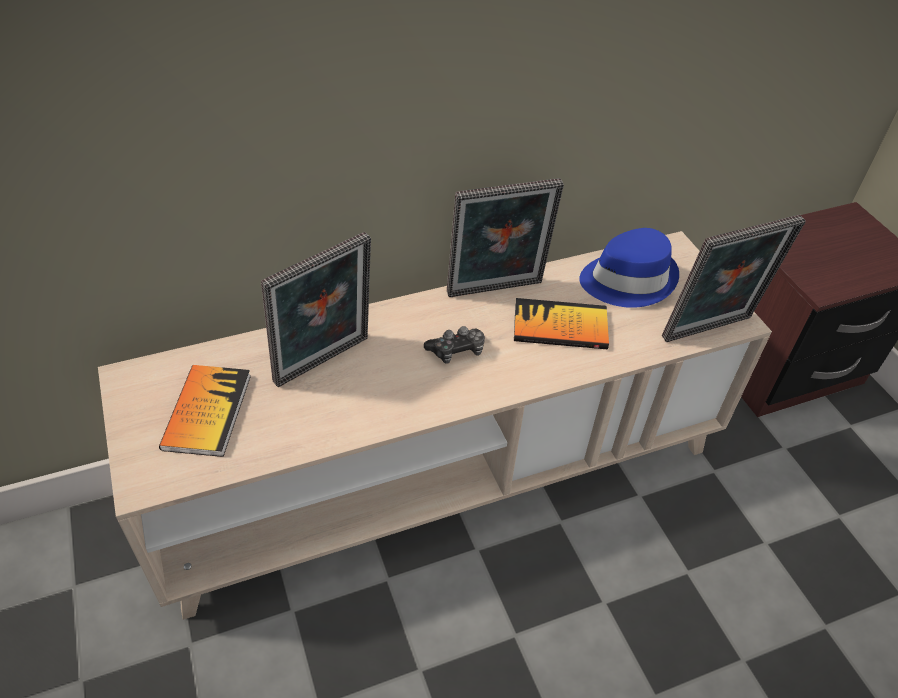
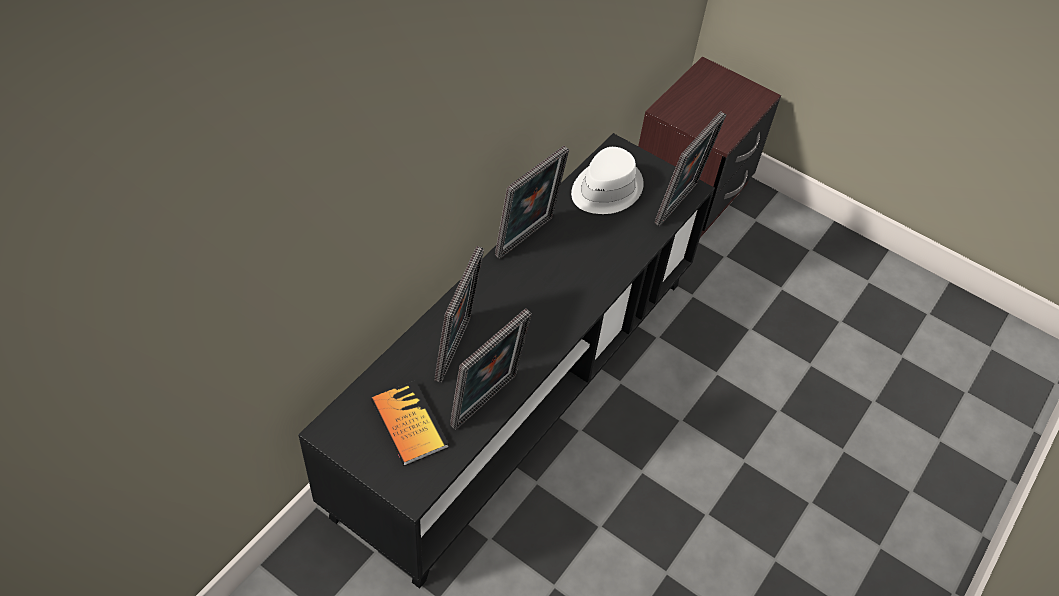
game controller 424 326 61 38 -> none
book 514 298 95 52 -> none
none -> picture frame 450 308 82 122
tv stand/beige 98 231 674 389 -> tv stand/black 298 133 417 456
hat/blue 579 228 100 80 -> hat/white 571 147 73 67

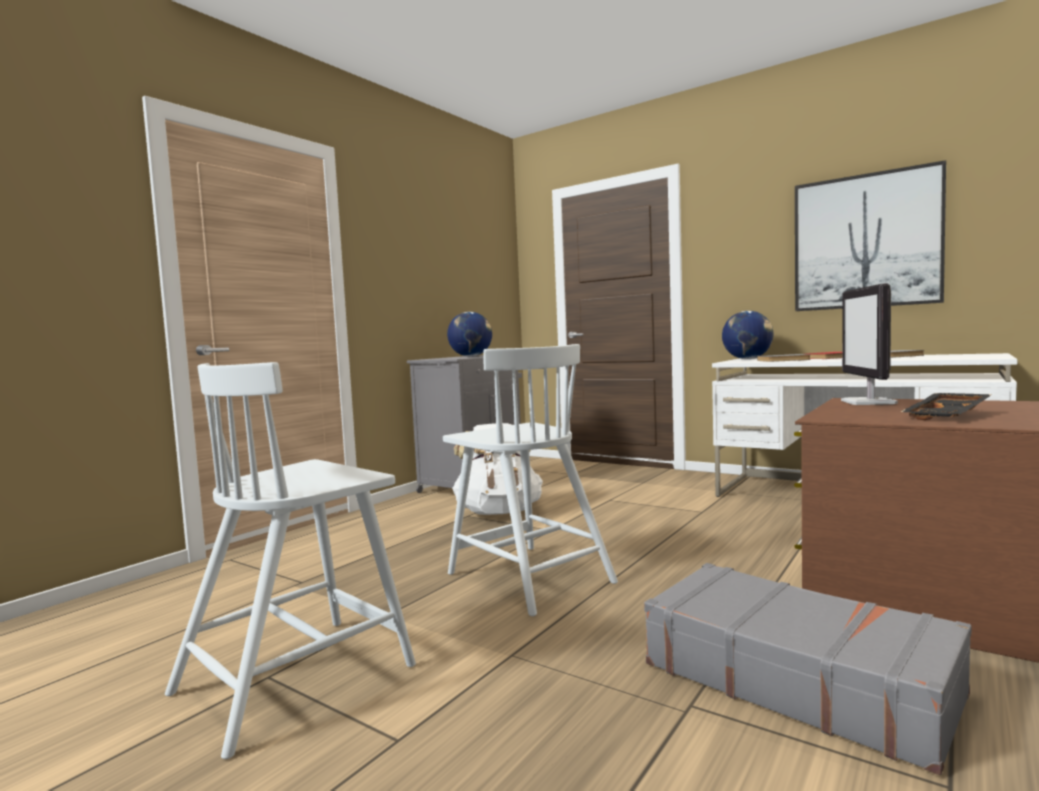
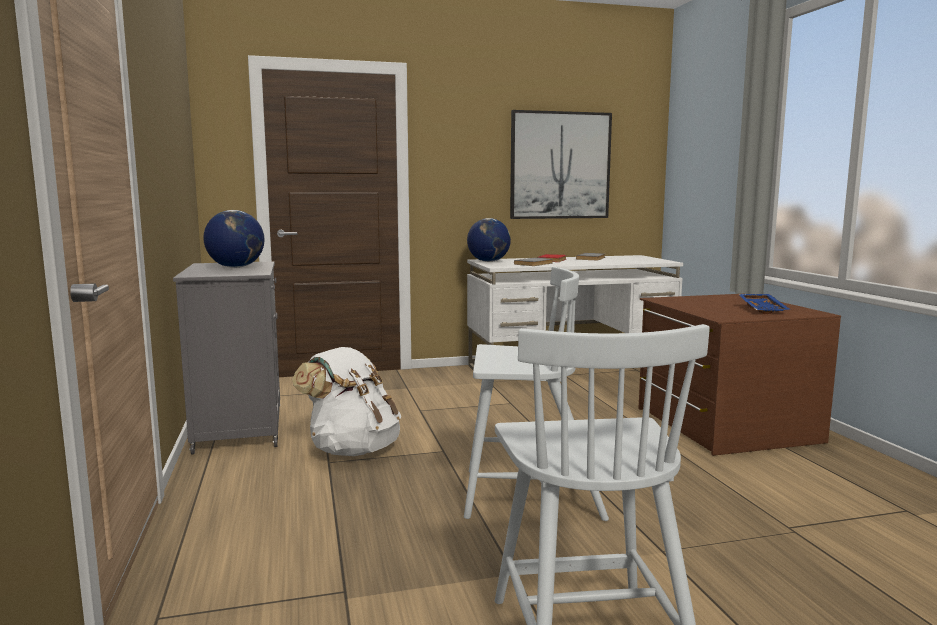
suitcase/grey 644 563 328 212 -> none
monitor 841 283 57 122 -> none
tray/black 901 393 91 27 -> tray/blue 738 294 52 20

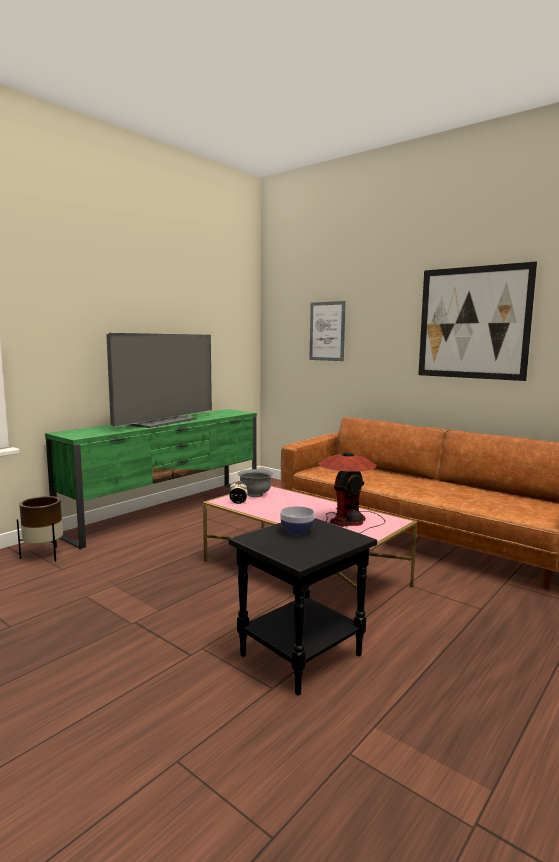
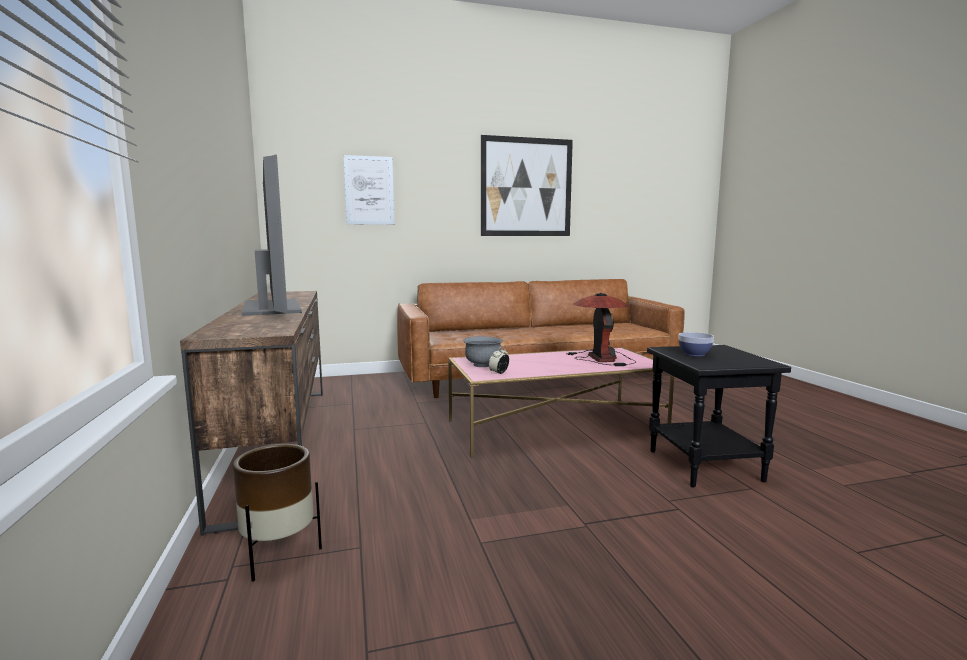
tv stand/green 45 409 212 140 -> tv stand/brown 180 291 143 245

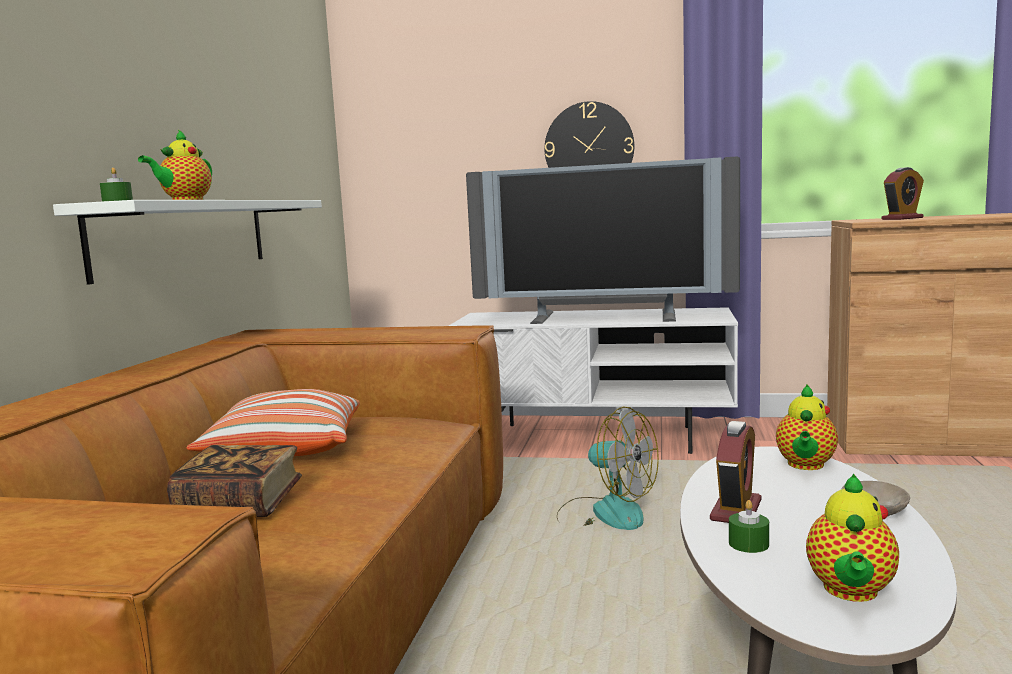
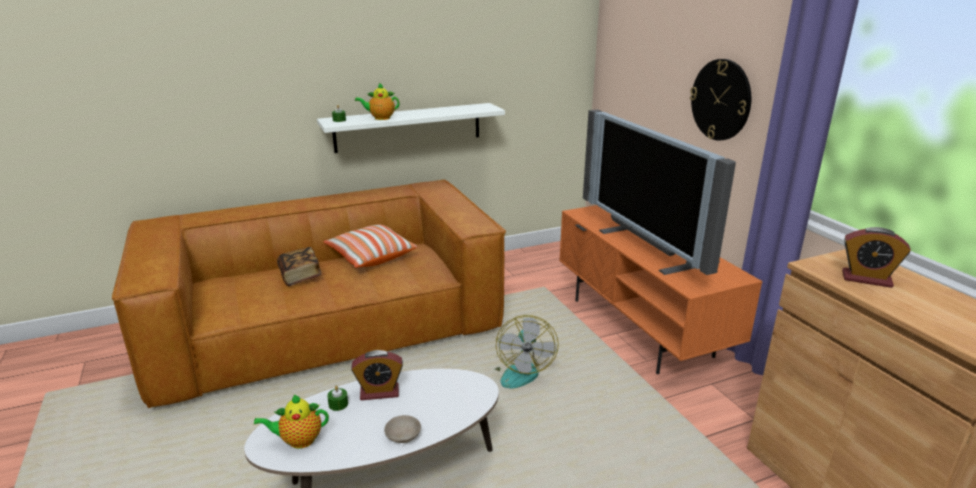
teapot 776 385 62 85 -> none
tv stand/white 449 307 289 147 -> tv stand/orange 559 205 204 169

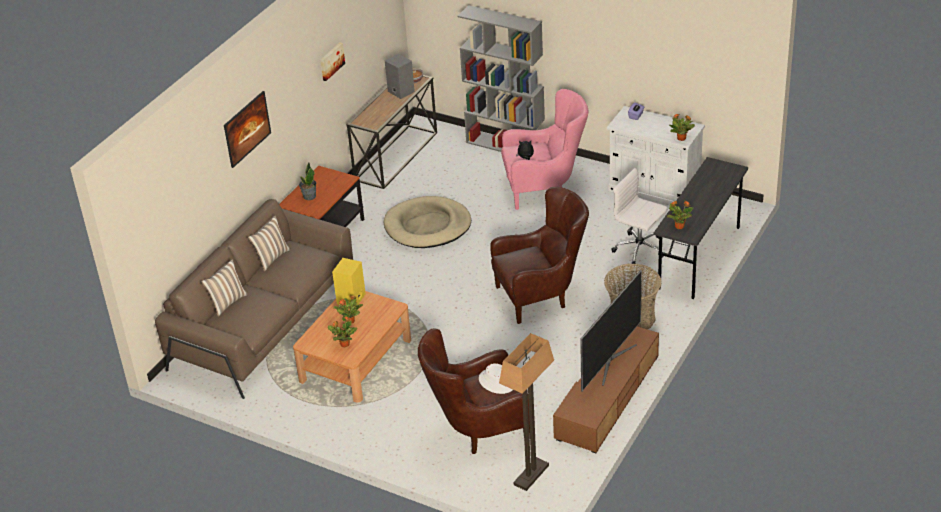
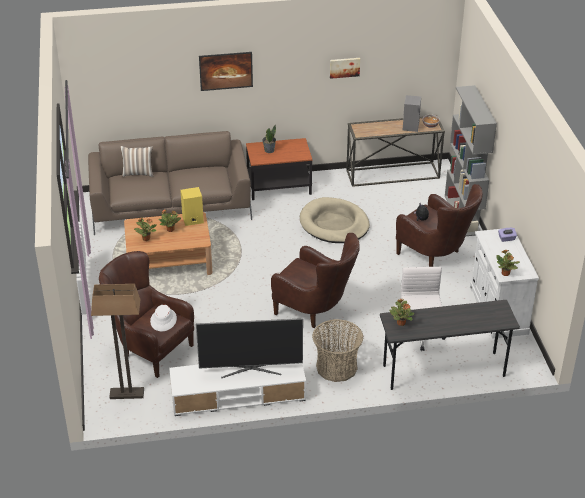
pillow 248 216 42 55 -> none
armchair/pink 501 89 88 121 -> armchair/brown 396 184 87 83
tv stand/brown 553 326 106 127 -> tv stand/white 169 363 137 53

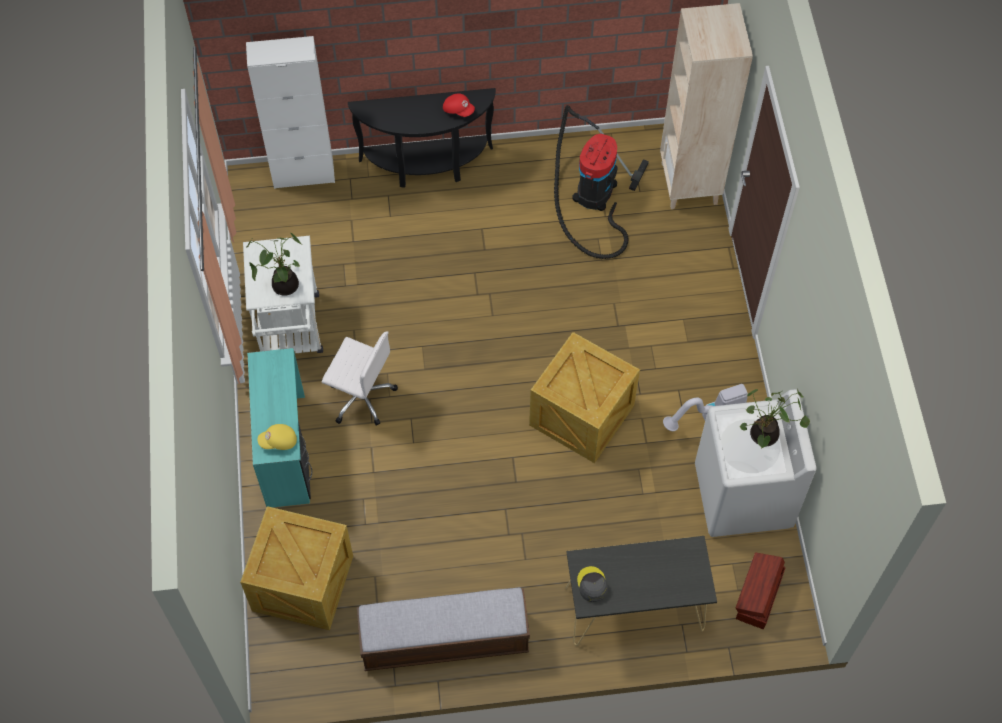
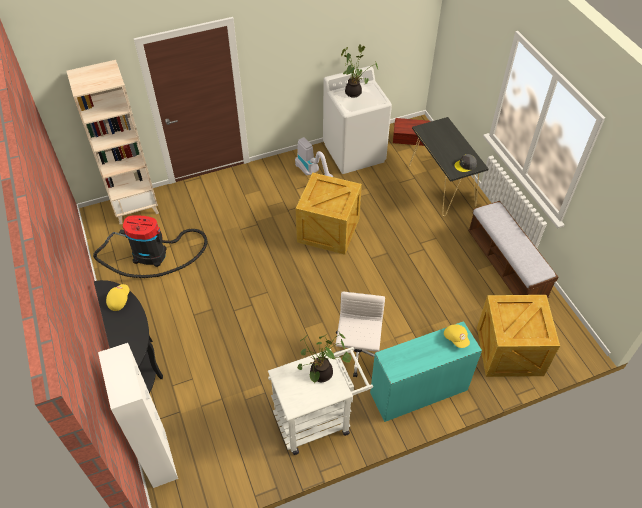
cap/red 443 93 32 24 -> cap/yellow 106 284 23 27

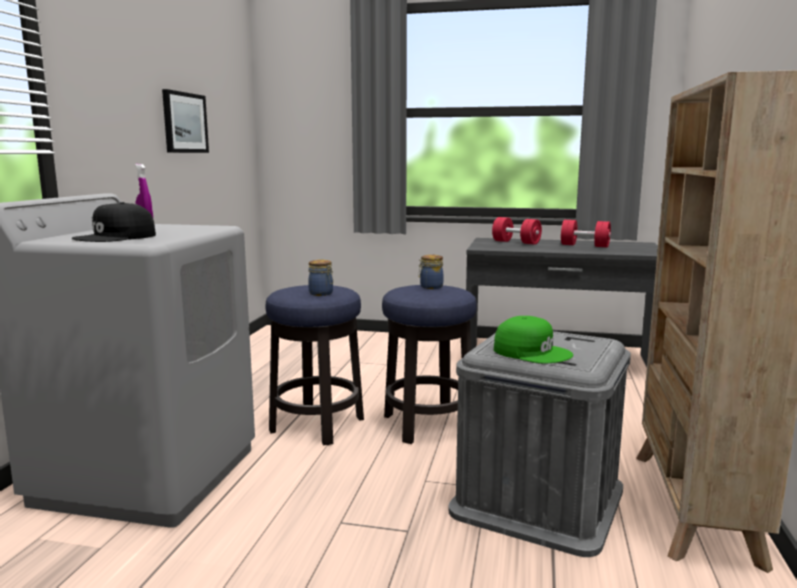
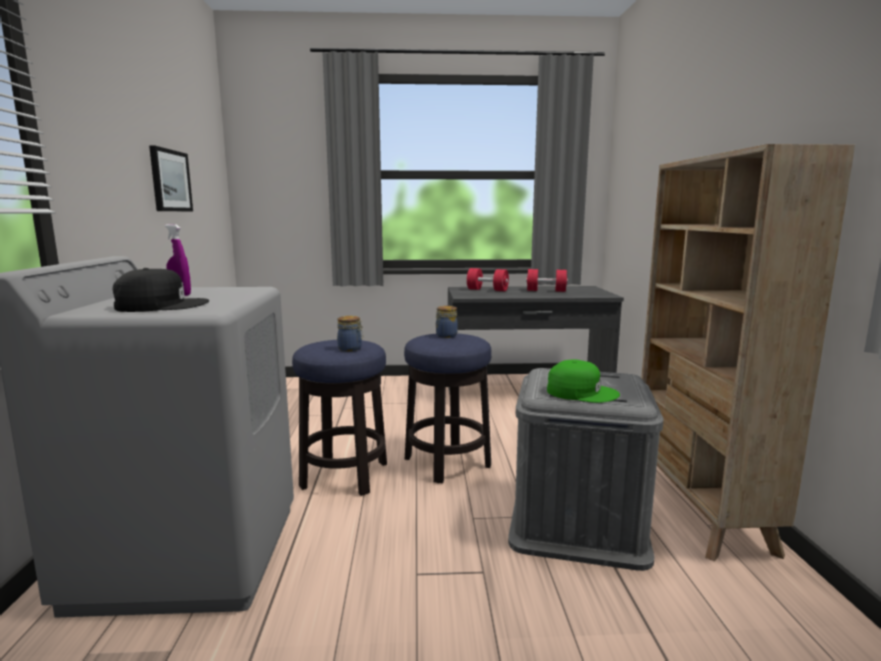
cap/black 71 202 85 40 -> cap/black 112 268 97 44, 150 degrees counterclockwise

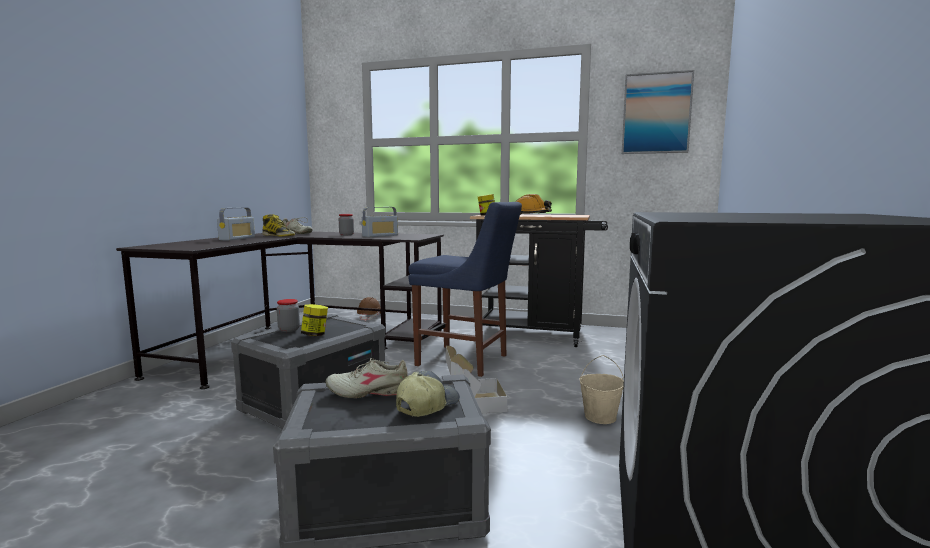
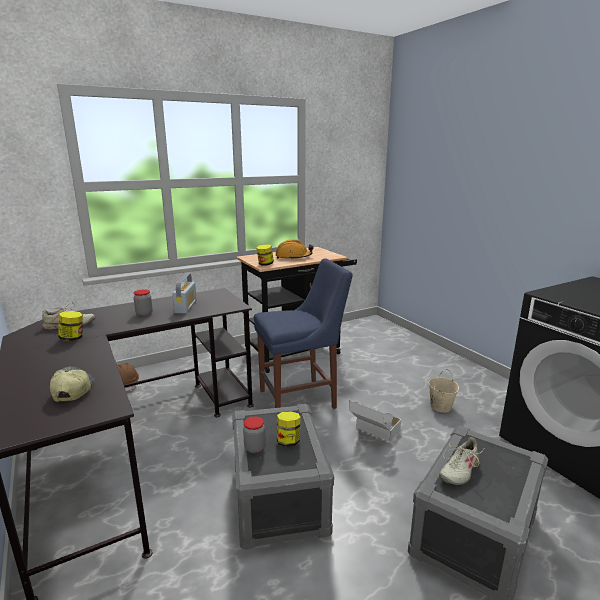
radio 217 207 38 34 -> none
picture 621 70 73 84 -> none
cap 396 371 64 46 -> cap 50 366 45 36, move
boot 262 214 33 23 -> jar 58 311 25 30

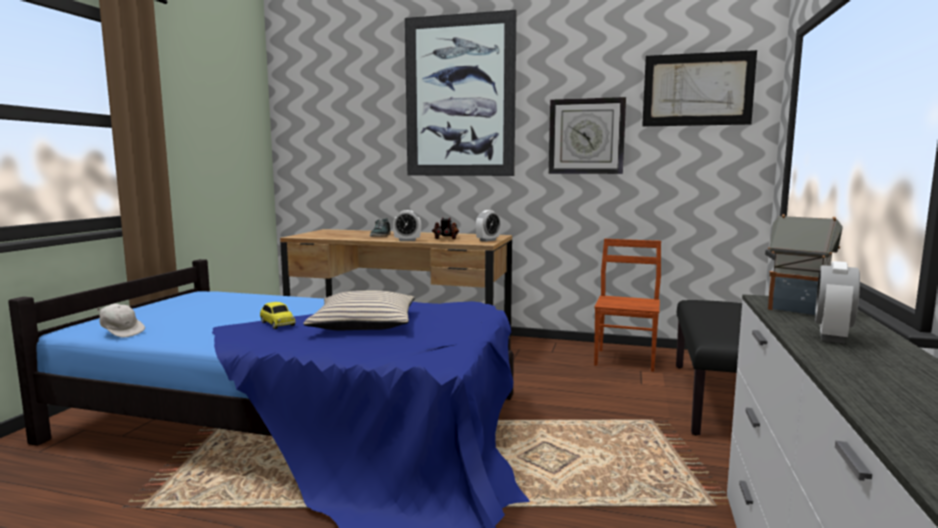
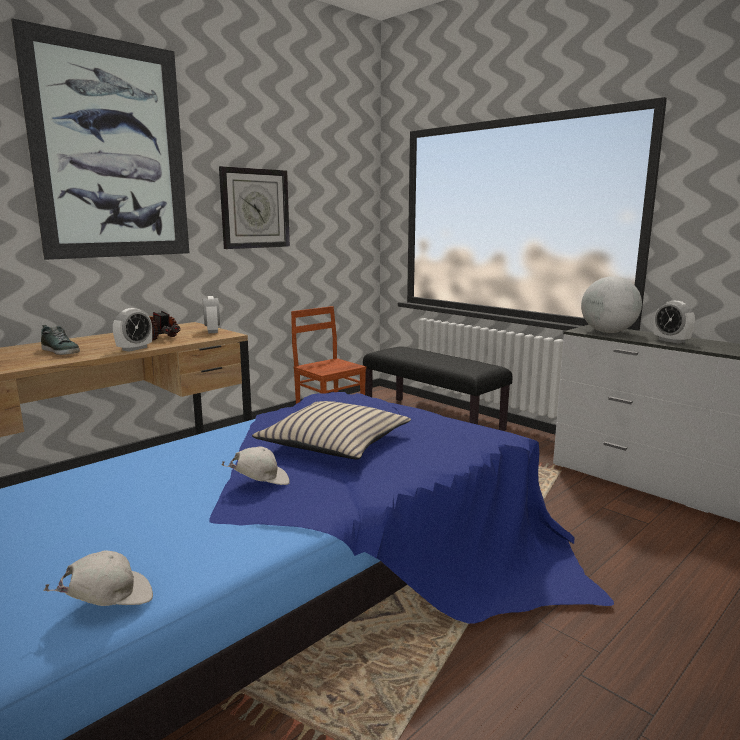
picture 642 50 115 77 -> none
toy car 260 302 36 27 -> cap/white 222 446 68 39
toy house 768 214 75 101 -> globe 581 276 61 57

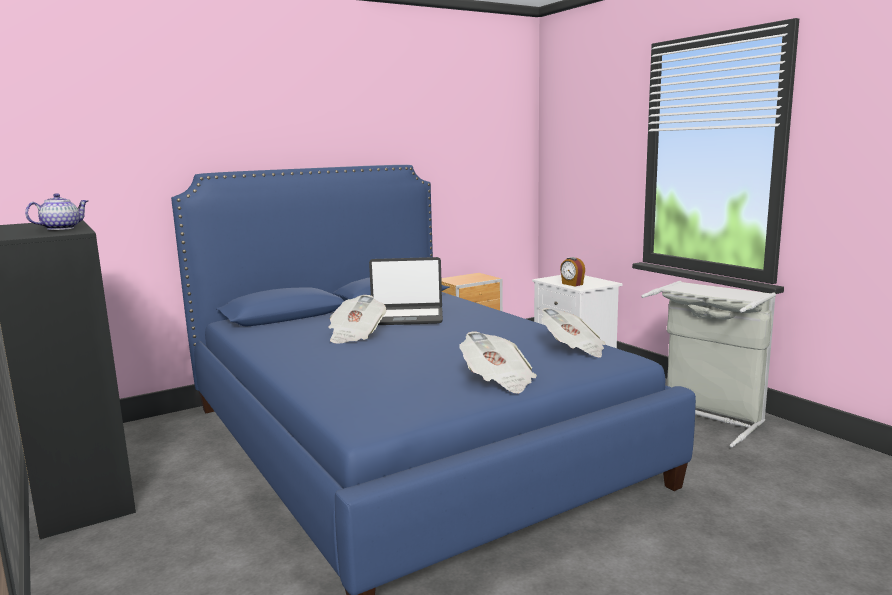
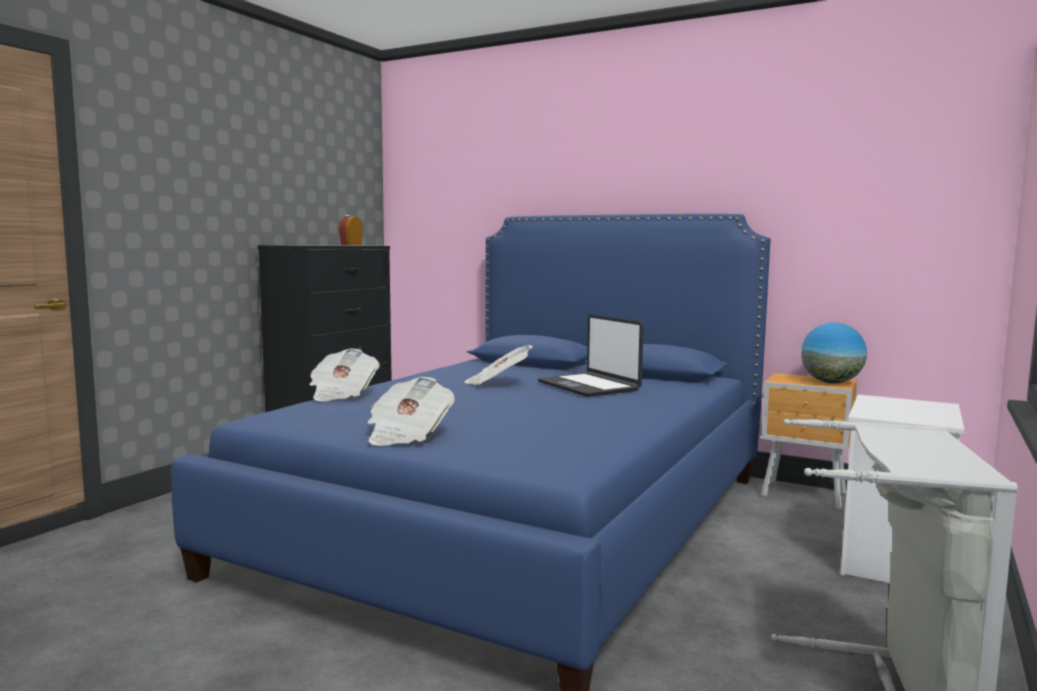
teapot 25 193 63 37 -> none
none -> globe 801 323 66 60
newspaper 541 308 65 50 -> newspaper 309 349 70 52, move
alarm clock 560 257 25 30 -> alarm clock 338 215 25 30, move

